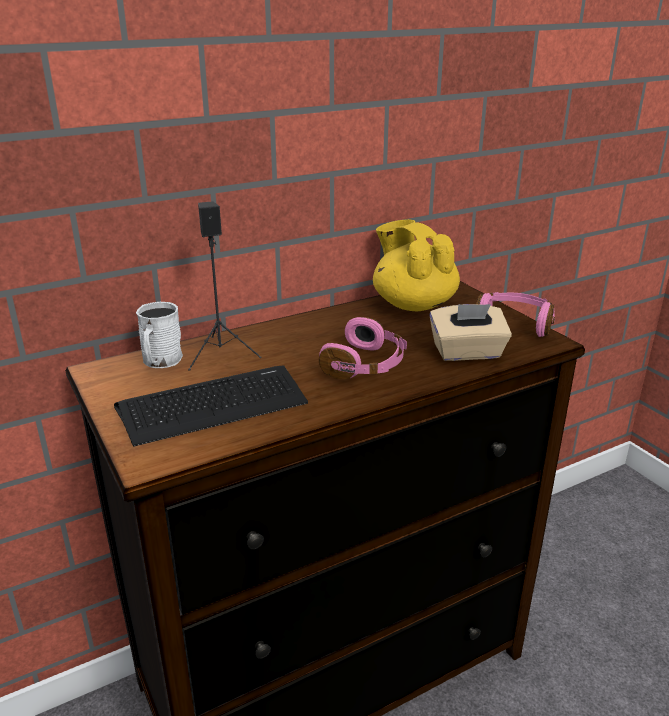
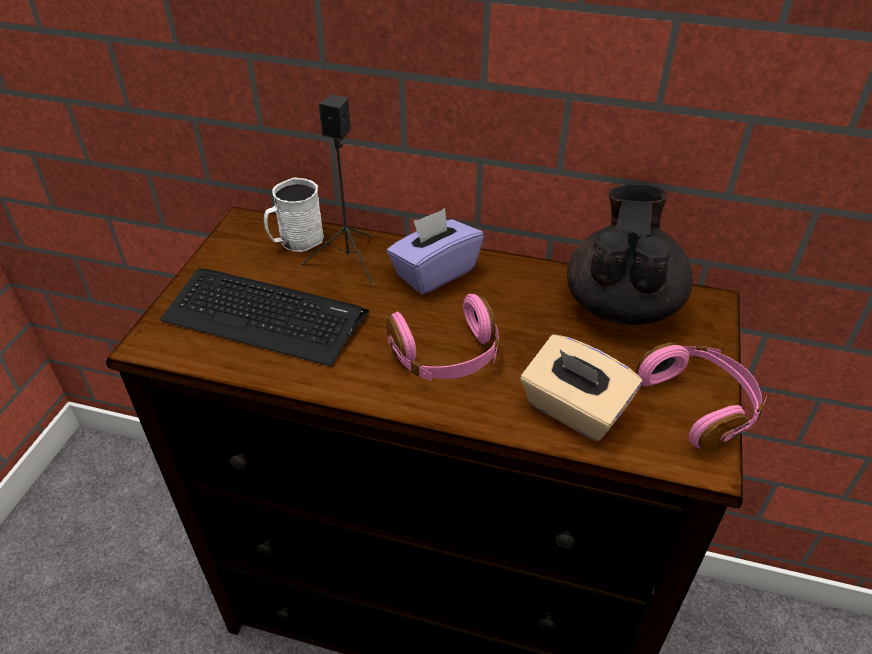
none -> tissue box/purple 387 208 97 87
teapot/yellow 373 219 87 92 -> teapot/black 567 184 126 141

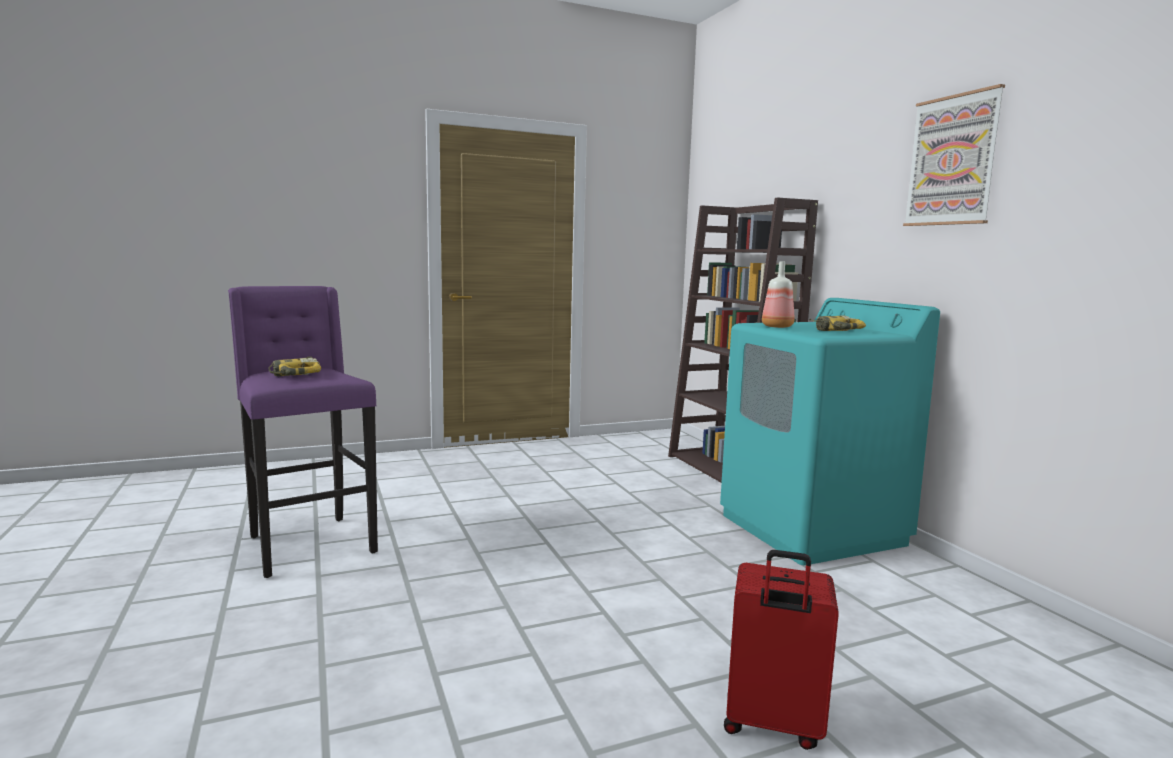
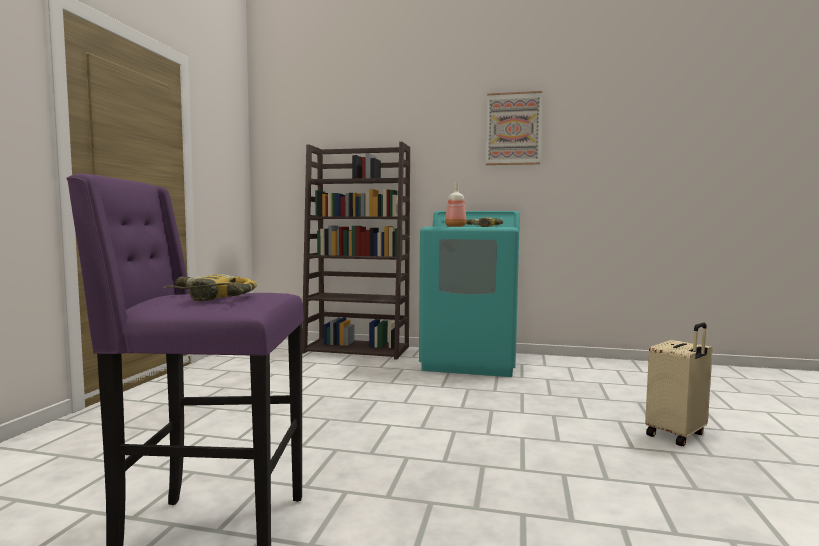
suitcase/red 724 550 115 200 -> suitcase/beige 645 323 68 124

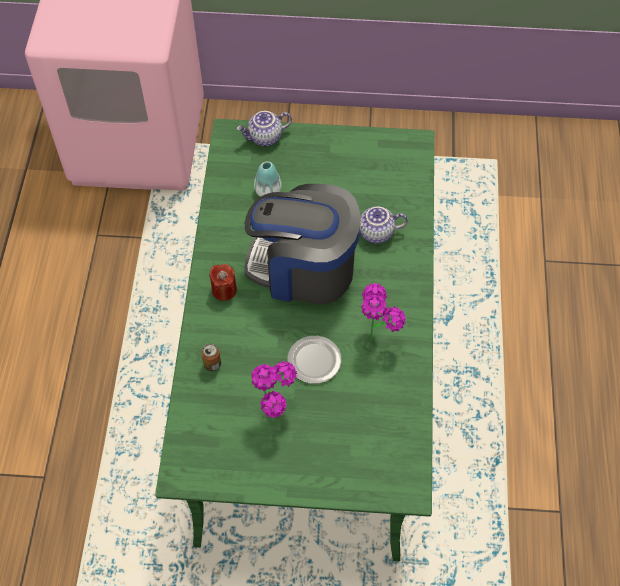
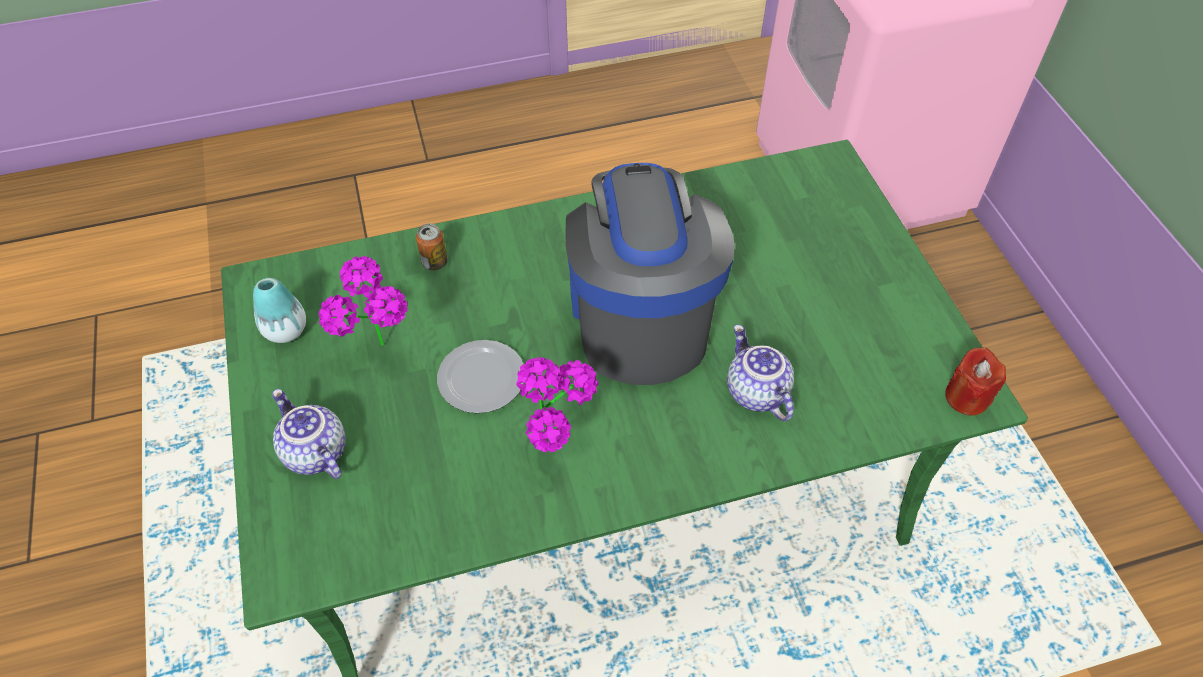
candle/red 209 264 28 37 -> candle/red 945 347 61 68, move
teapot 237 111 55 35 -> teapot 272 389 74 90, move
vase 254 161 28 36 -> vase 253 278 53 65, move

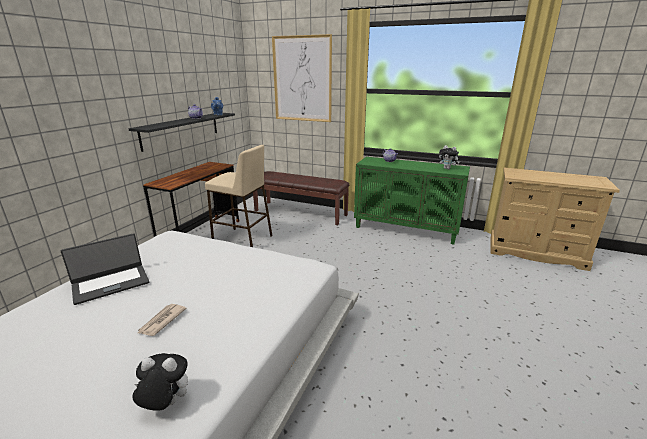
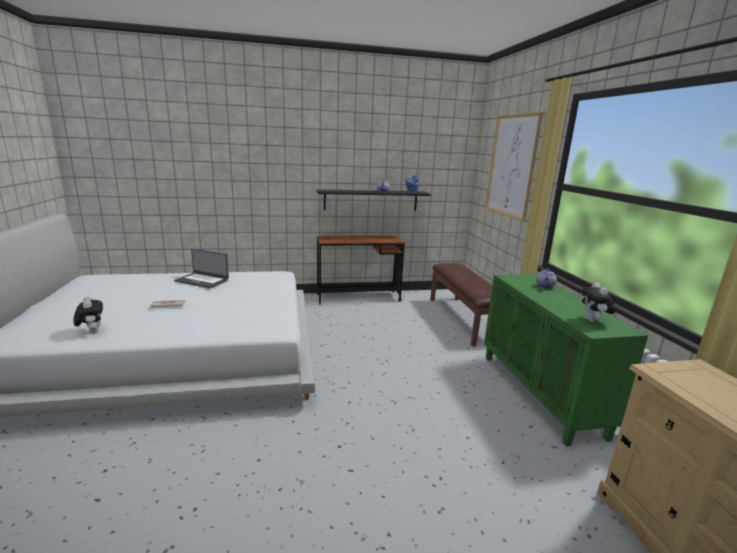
stool/beige 205 145 67 102 -> none

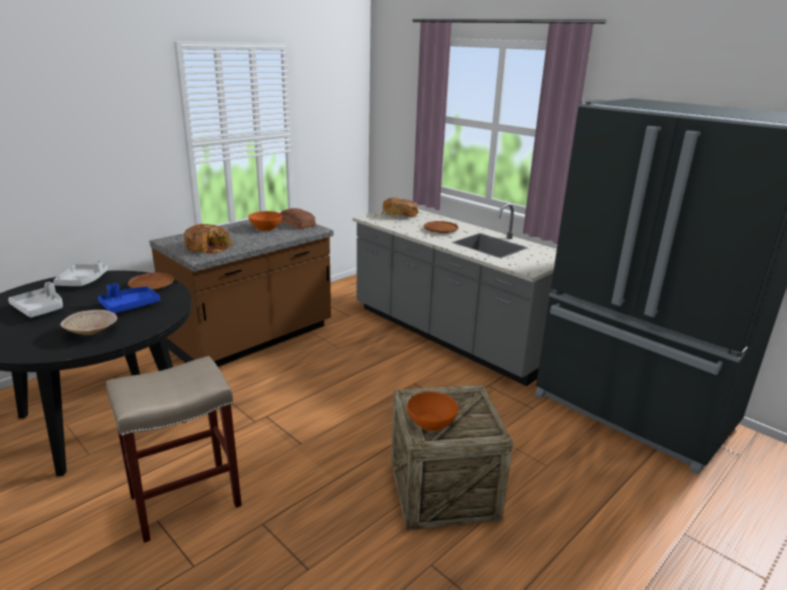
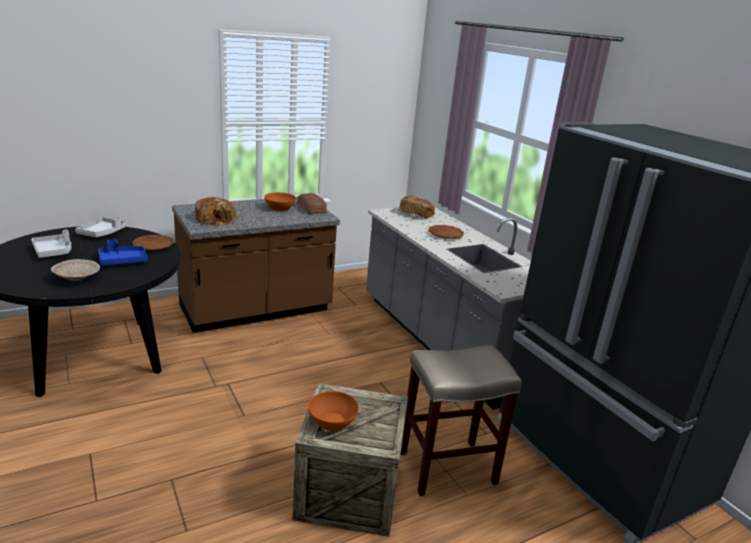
stool/beige 106 356 136 187 -> stool/beige 401 345 121 151, move

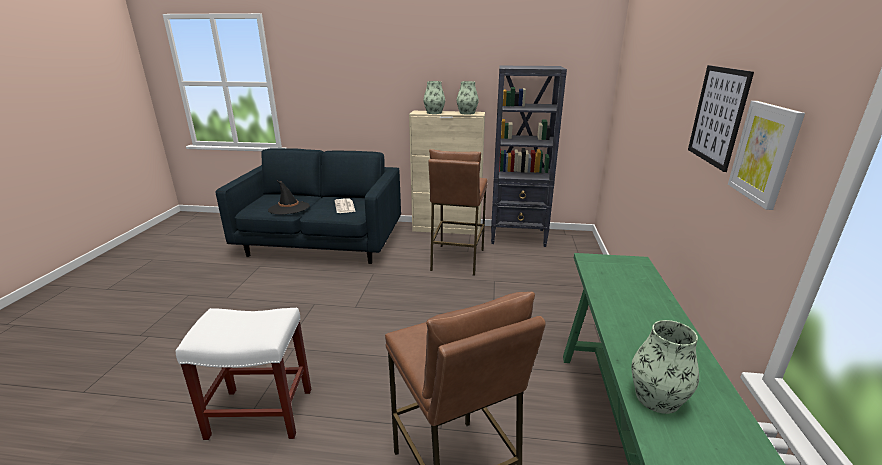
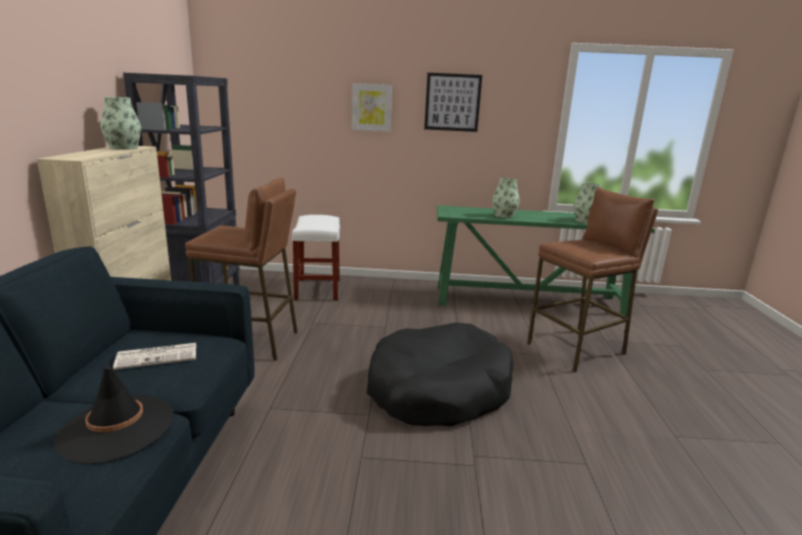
none -> dog bed/black 367 322 147 104
stool/white 176 308 135 132 -> stool/white 292 215 48 86, move
vase 423 81 22 33 -> vase 492 178 28 40, move
picture 728 101 77 109 -> picture 352 83 40 49, move

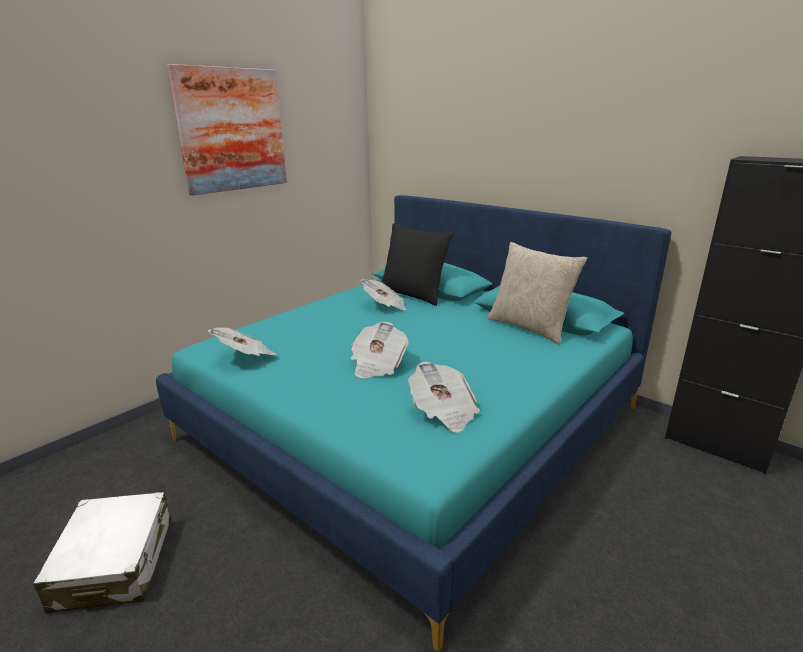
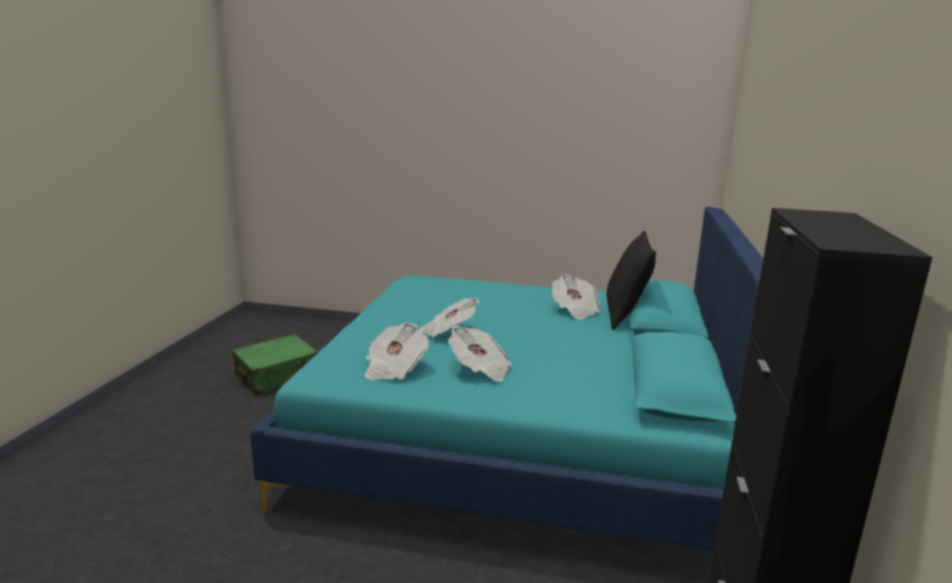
picture 167 64 120 132 -> none
pillow/beige 487 242 100 102 -> none
newspaper 208 327 68 29 -> newspaper 448 326 64 56, move
suitcase/white 33 492 138 122 -> suitcase/green 232 334 86 61

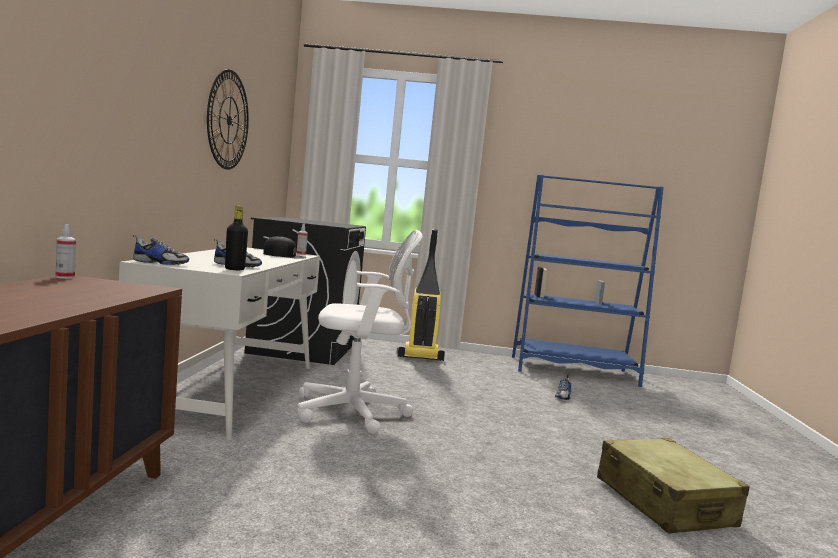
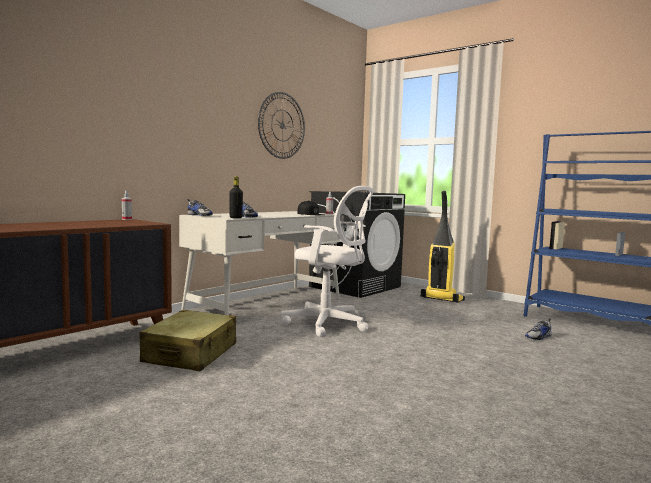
suitcase/beige 597 438 153 95 -> suitcase/beige 139 310 97 61, move

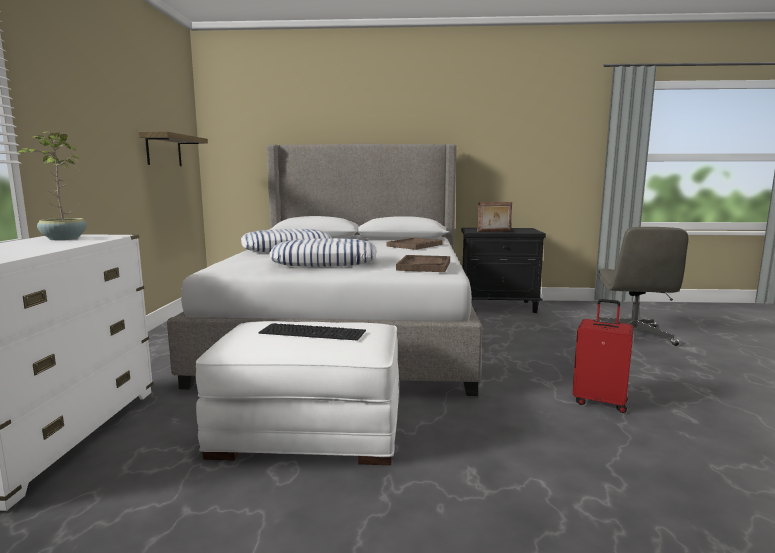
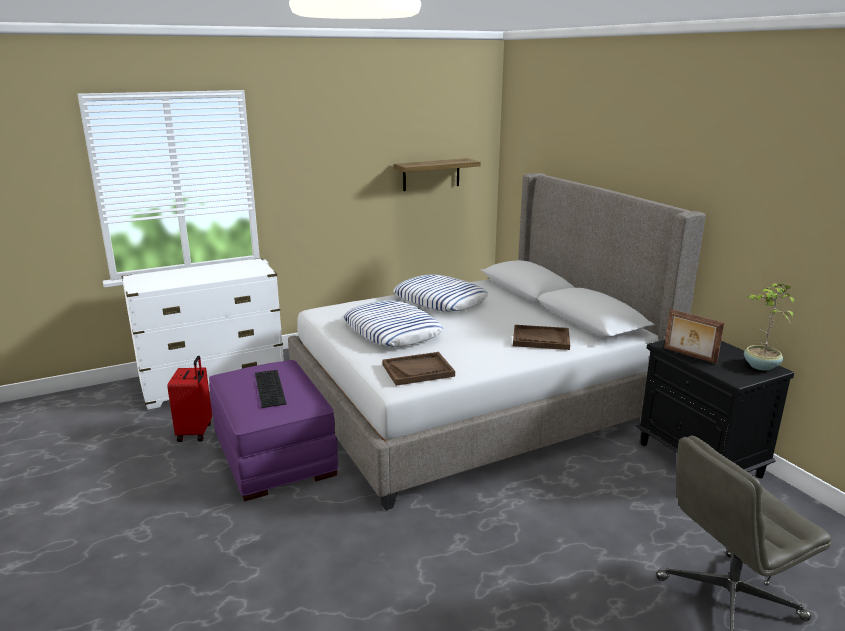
potted plant 17 131 70 109 -> potted plant 744 283 50 88, move
suitcase/red 572 299 62 114 -> suitcase/red 167 356 45 86, move
ottoman/white 196 321 203 144 -> ottoman/purple 209 360 129 142

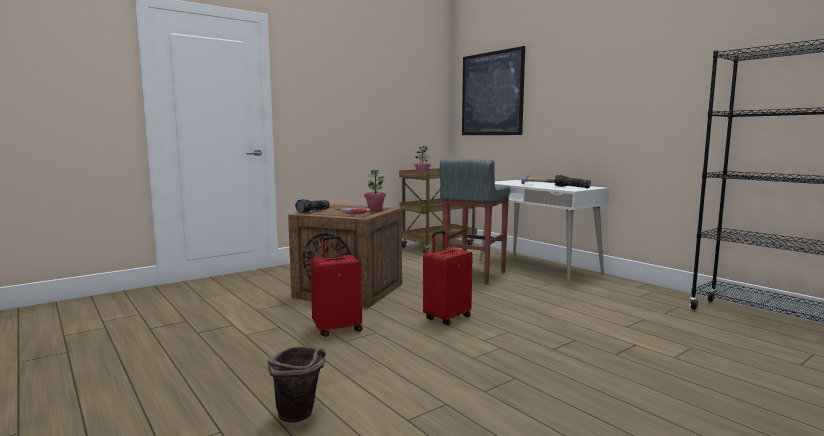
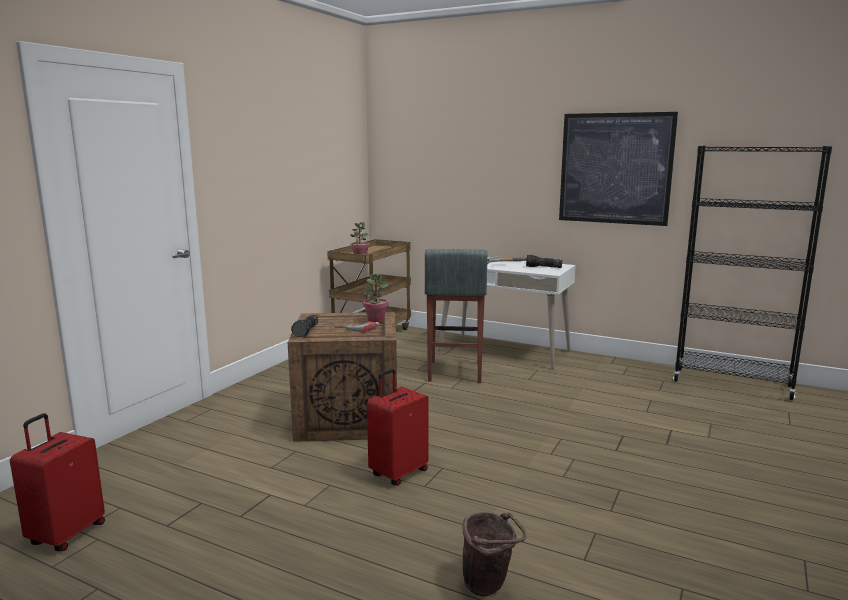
suitcase/red 423 230 50 96 -> suitcase/red 10 413 95 138, move
picture 462 46 63 89 -> picture 559 112 119 114, move

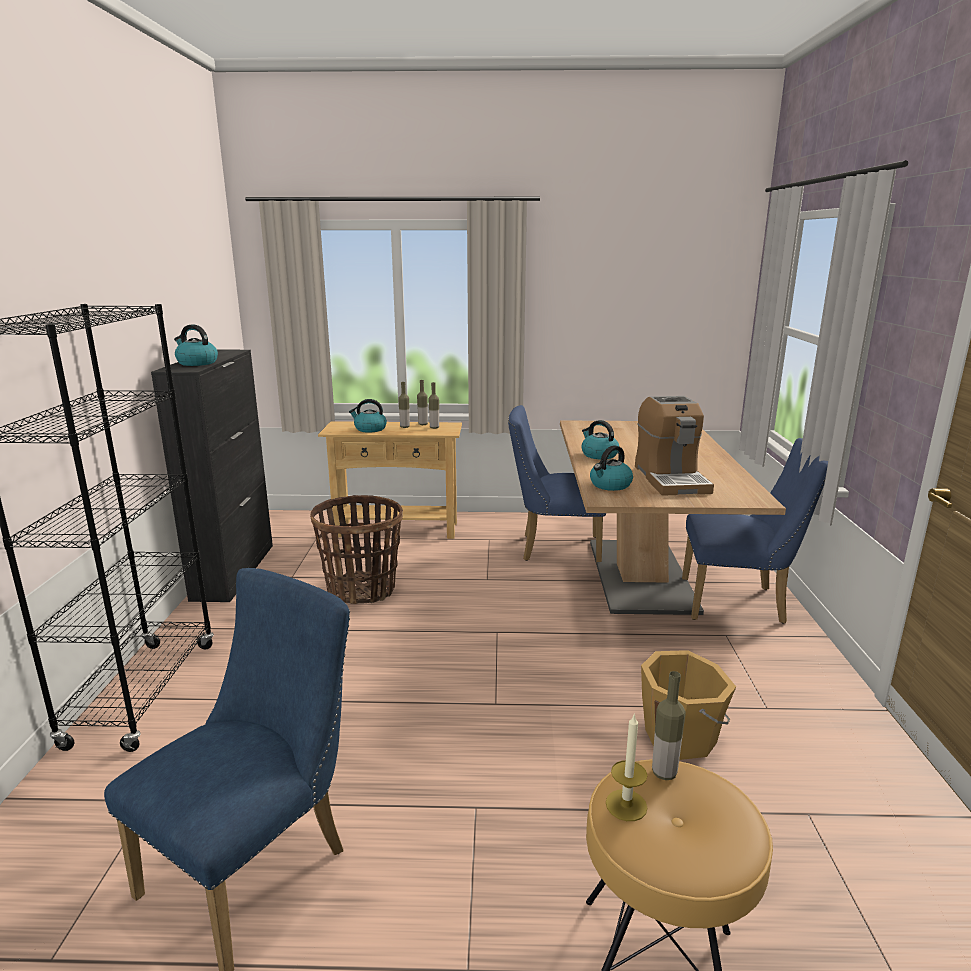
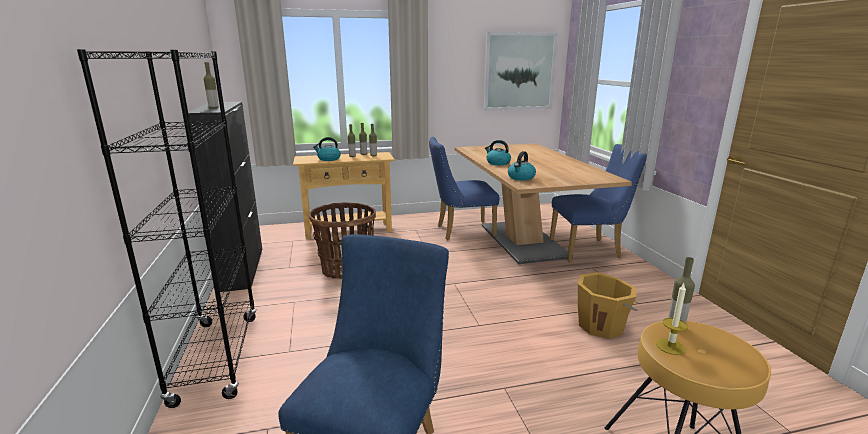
coffee machine 635 396 79 100 -> none
none -> picture 483 32 75 79
kettle 174 324 44 42 -> bottle 204 62 15 47

